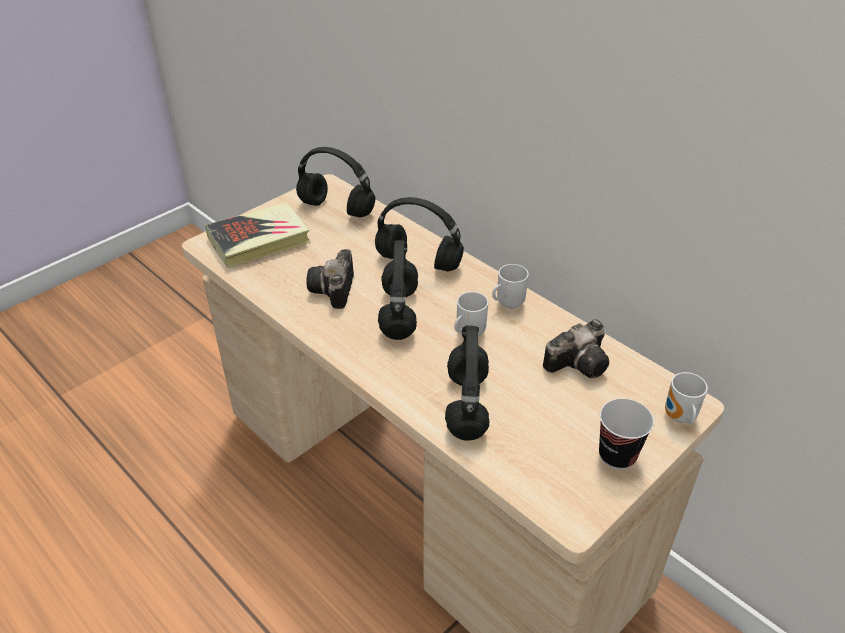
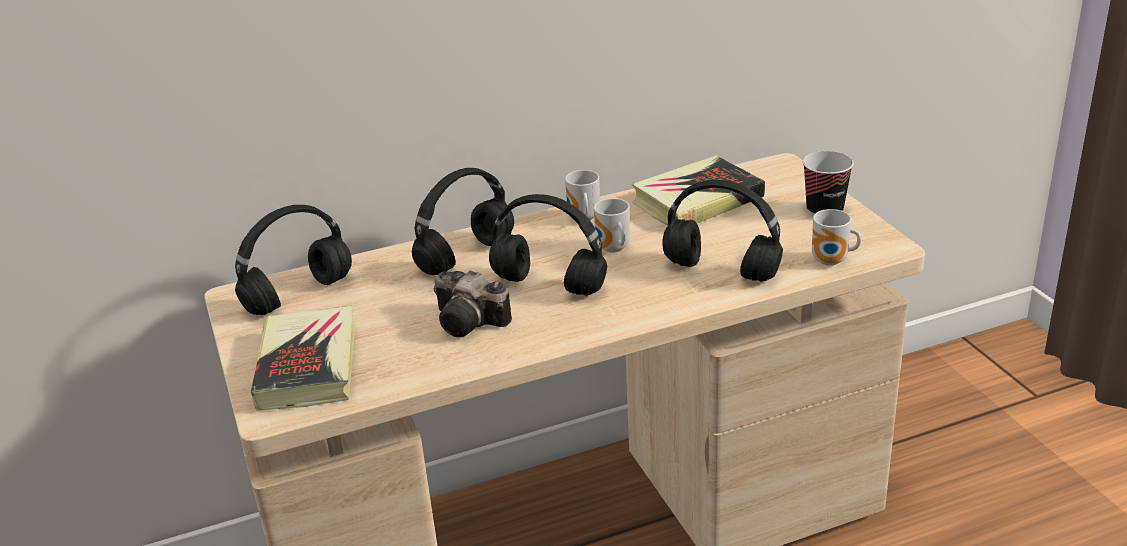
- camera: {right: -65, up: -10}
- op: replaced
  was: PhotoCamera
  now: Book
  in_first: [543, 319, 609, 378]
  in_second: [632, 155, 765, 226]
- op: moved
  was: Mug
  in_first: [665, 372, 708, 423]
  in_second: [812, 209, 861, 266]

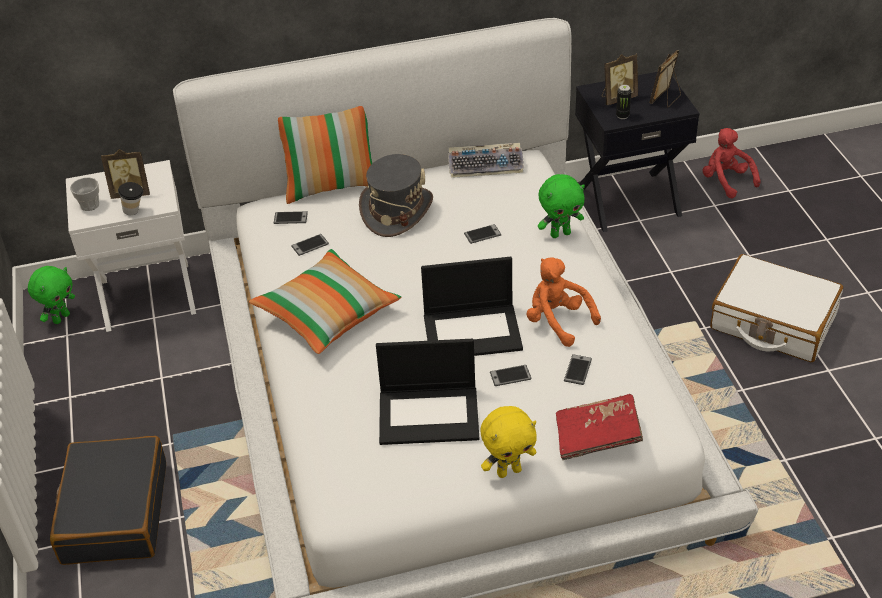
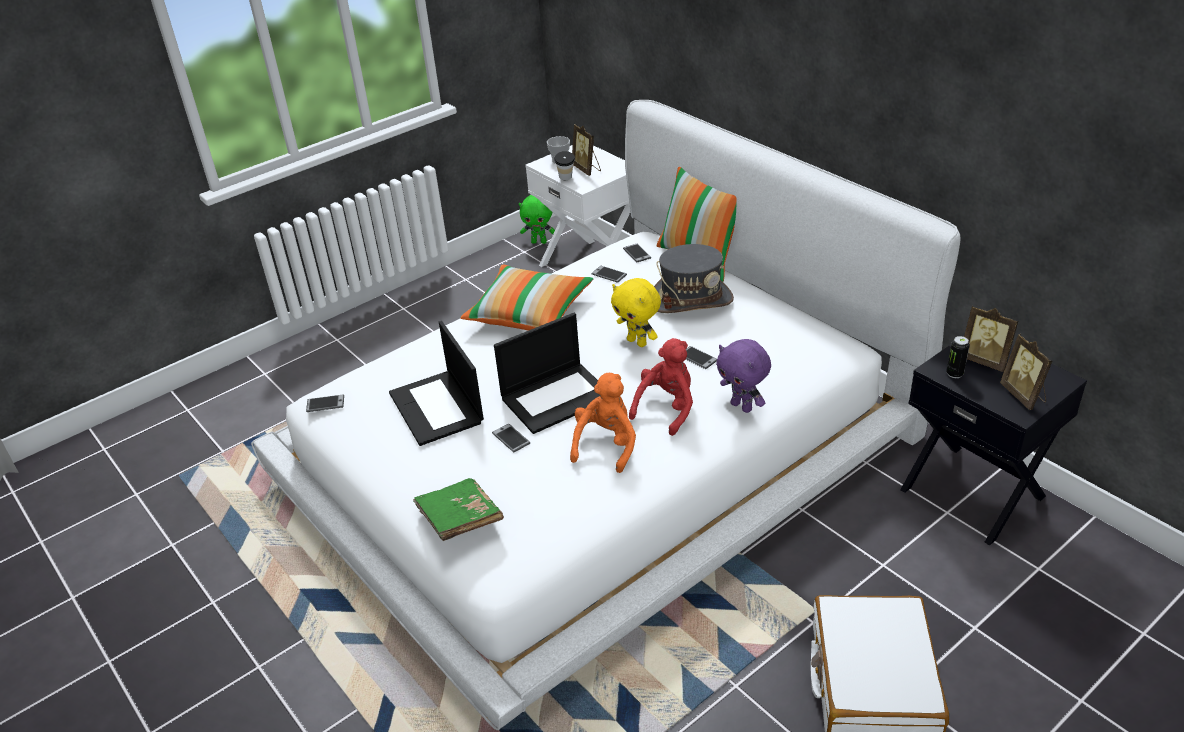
- camera: {right: 65, up: -5}
- op: turned
  was: PictureFrame
  in_first: [649, 50, 681, 108]
  in_second: [1000, 334, 1052, 410]
  clockwise: -120
- op: moved
  was: RedPlushToy
  in_first: [703, 128, 761, 199]
  in_second: [629, 338, 693, 436]
- op: removed
  was: Keyboard
  in_first: [448, 143, 524, 178]
- op: recoloured
  was: GreenPlushToy
  now: PurplePlushToy
  in_first: [538, 174, 585, 238]
  in_second: [716, 339, 771, 413]
- op: turned
  was: Laptop
  in_first: [421, 257, 523, 356]
  in_second: [494, 313, 600, 434]
  clockwise: -90
- op: moved
  was: Phone
  in_first: [564, 354, 592, 385]
  in_second: [306, 394, 344, 412]
- op: recoloured
  was: RedBook
  now: GreenBook
  in_first: [556, 394, 643, 460]
  in_second: [413, 478, 504, 541]
- op: moved
  was: YellowPlushToy
  in_first: [480, 406, 537, 478]
  in_second: [611, 278, 661, 347]
- op: removed
  was: BlackSuitcase
  in_first: [50, 436, 166, 565]

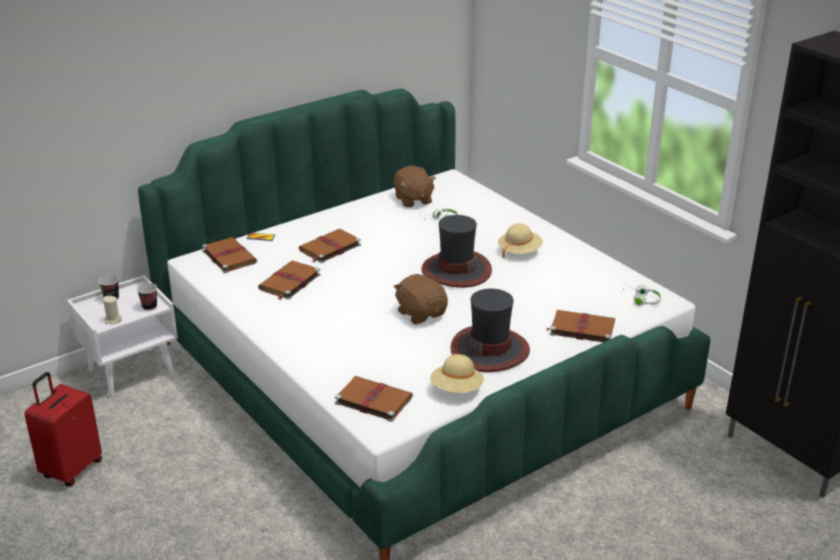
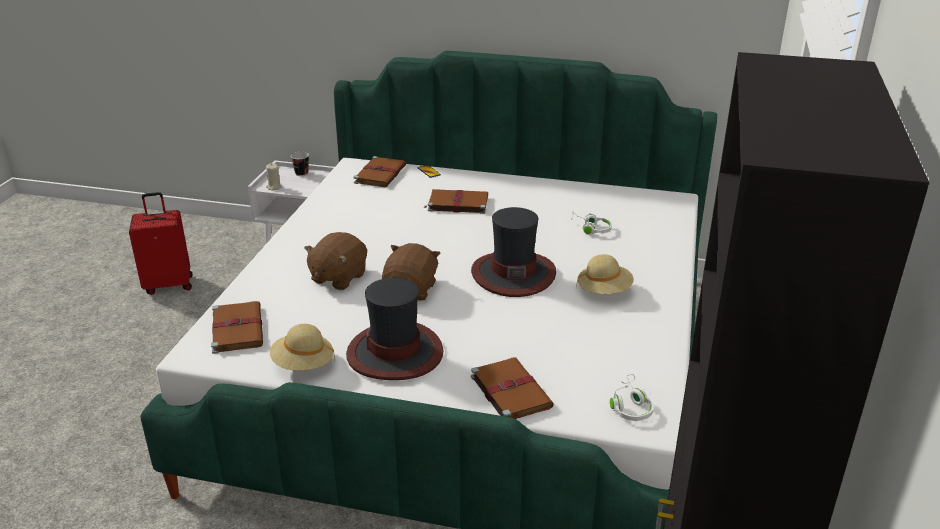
- camera: {right: 50, up: 0}
- op: moved
  was: BrownPlushToy
  in_first: [394, 166, 436, 208]
  in_second: [304, 232, 367, 290]
- op: removed
  was: BrownBook
  in_first: [258, 261, 321, 300]
- op: removed
  was: Cup
  in_first: [137, 283, 157, 311]

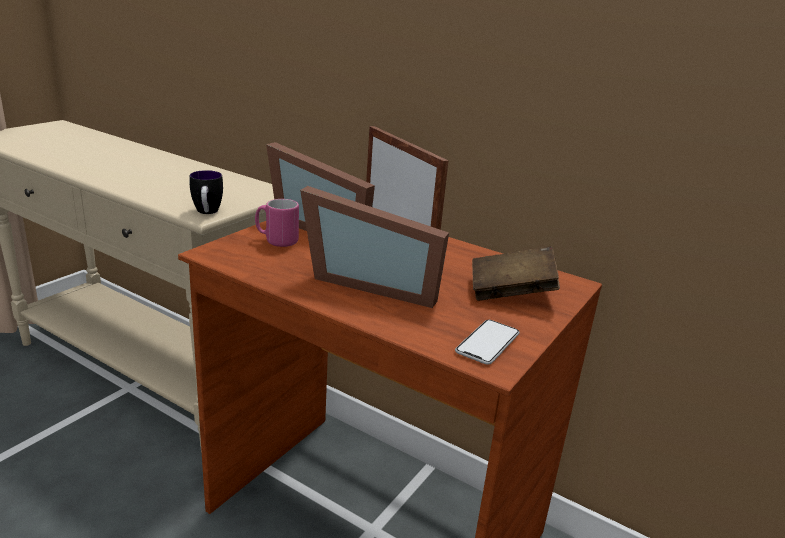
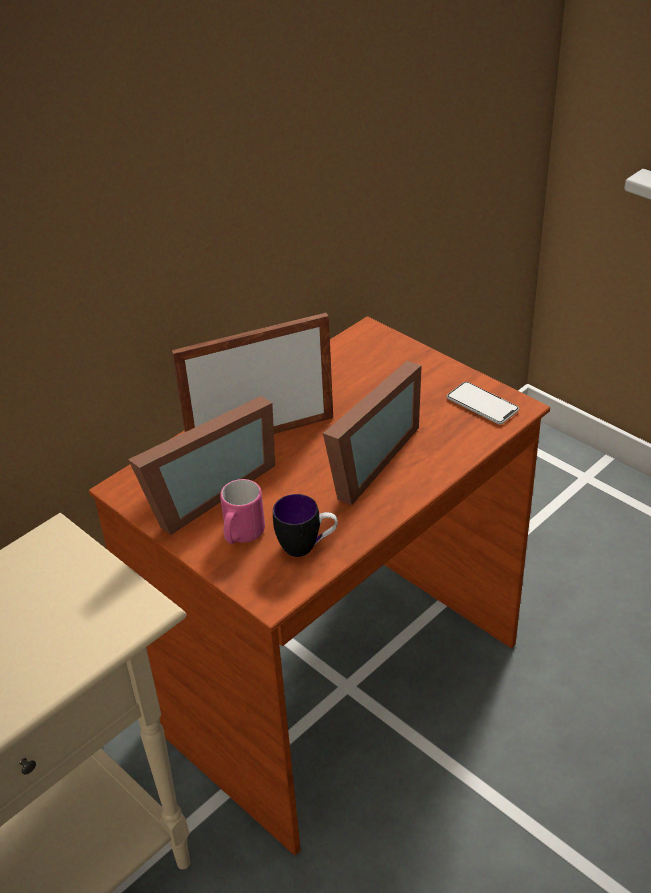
- camera: {right: -75, up: 15}
- op: moved
  was: Mug
  in_first: [189, 170, 223, 214]
  in_second: [273, 494, 338, 557]
- op: removed
  was: BrownBook
  in_first: [472, 246, 560, 301]

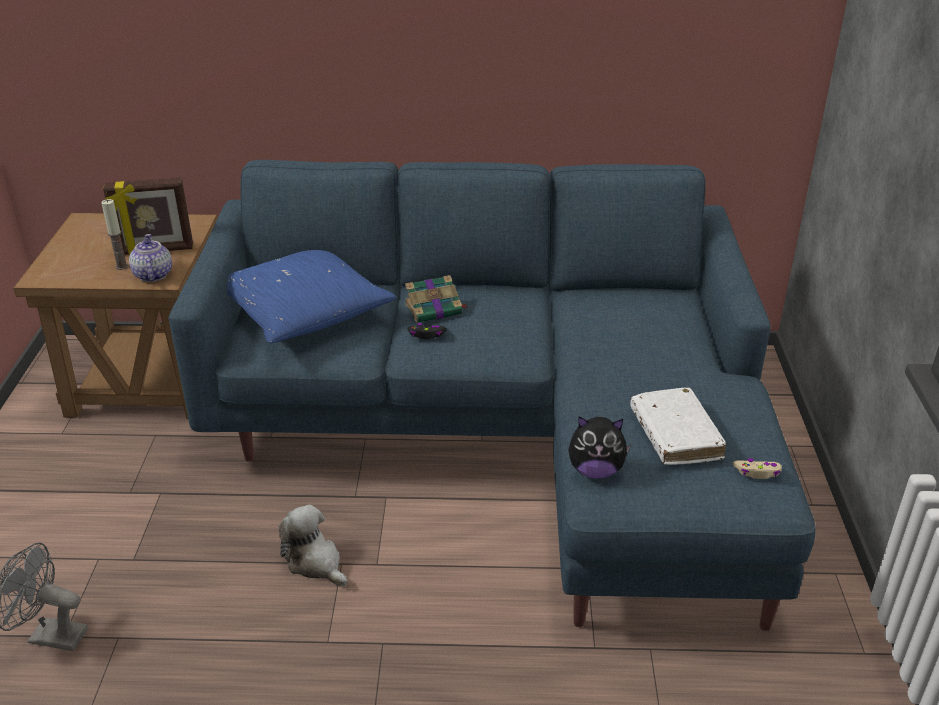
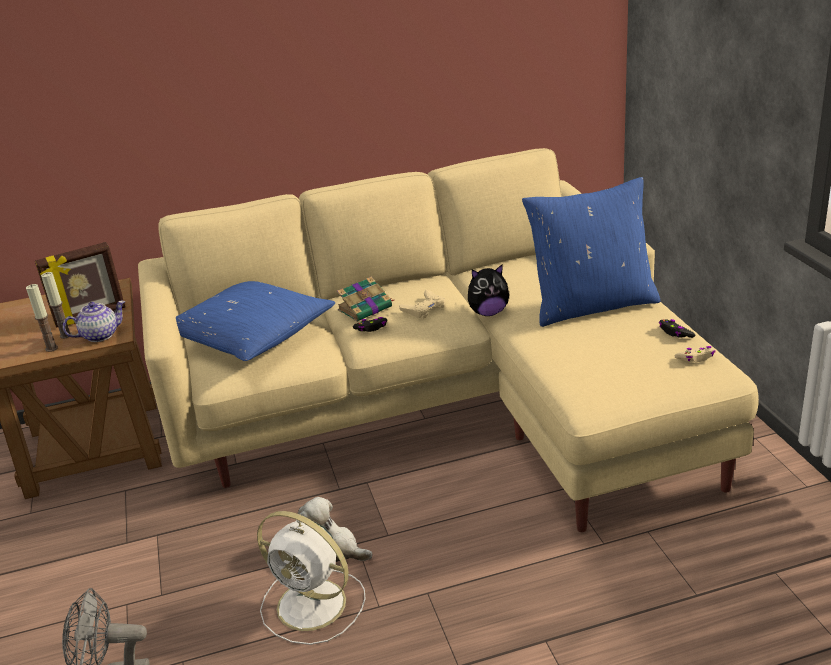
- camera: {right: -15, up: -5}
- op: recoloured
  was: BlueSofa
  now: BeigeSofa
  in_first: [169, 160, 815, 631]
  in_second: [138, 148, 759, 532]
- op: turned
  was: Teapot
  in_first: [129, 234, 172, 282]
  in_second: [63, 301, 125, 342]
  clockwise: 90
- op: removed
  was: WhiteBook
  in_first: [630, 387, 726, 465]
- op: moved
  was: PlushToy
  in_first: [568, 416, 631, 479]
  in_second: [468, 264, 509, 316]
- op: added
  now: BluePillow
  in_second: [522, 177, 660, 327]
- op: added
  now: Candle
  in_second: [26, 284, 58, 352]
- op: added
  now: BeigeGameController
  in_second: [399, 290, 445, 319]
- op: added
  now: BlackGameController
  in_second: [659, 319, 695, 338]
- op: added
  now: WhiteFan
  in_second: [257, 511, 366, 645]

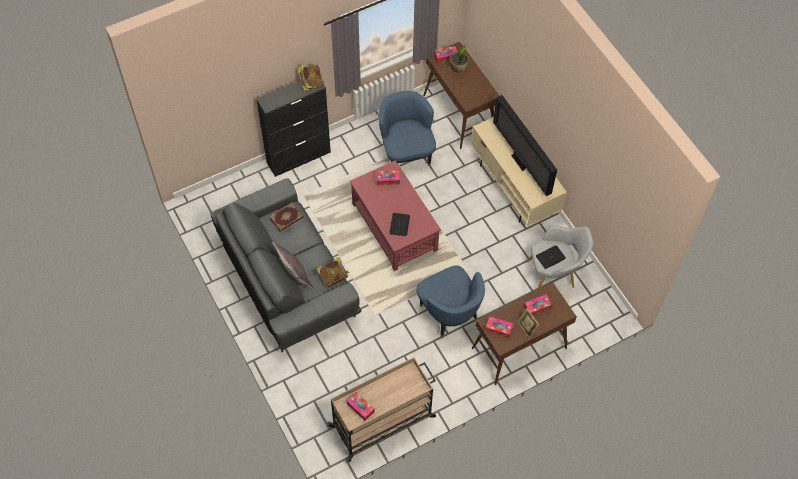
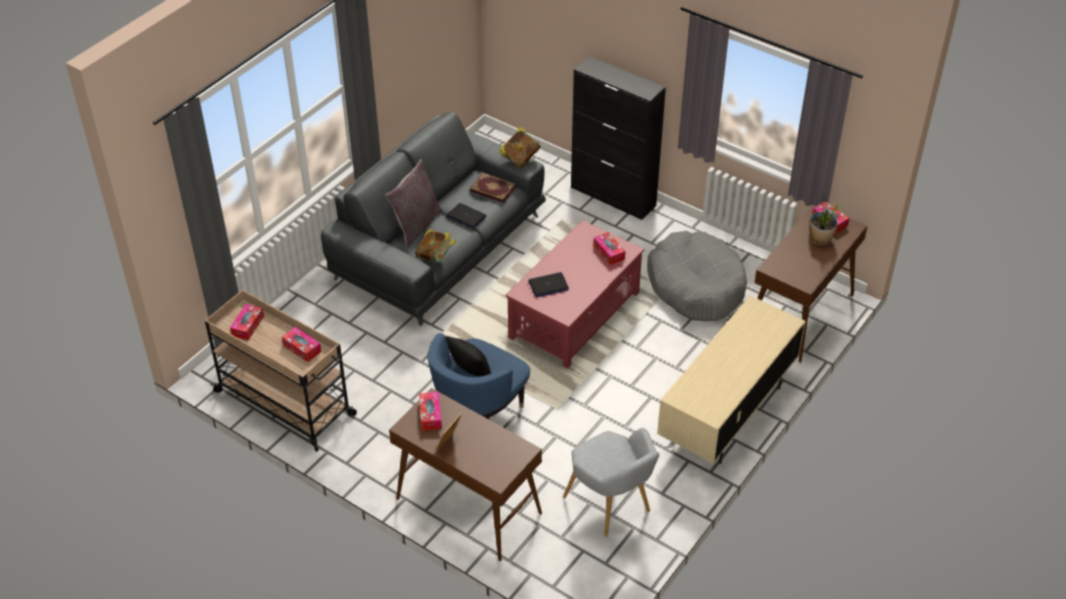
- camera: {right: 65, up: -15}
- op: moved
  was: Book
  in_first: [297, 64, 324, 91]
  in_second: [499, 127, 541, 168]
- op: replaced
  was: BlueArmchair
  now: GreyDogBed
  in_first: [379, 91, 436, 166]
  in_second: [647, 231, 747, 321]
- op: removed
  was: Television
  in_first: [493, 95, 557, 196]
- op: moved
  was: Laptop
  in_first: [536, 245, 566, 269]
  in_second: [447, 203, 486, 229]
- op: moved
  was: TissueBox
  in_first: [524, 294, 552, 316]
  in_second: [282, 327, 321, 362]
- op: added
  now: BlackPillow
  in_second: [445, 336, 491, 377]

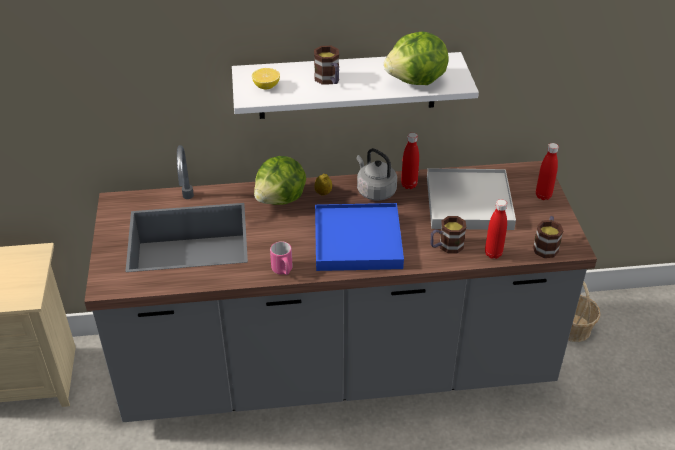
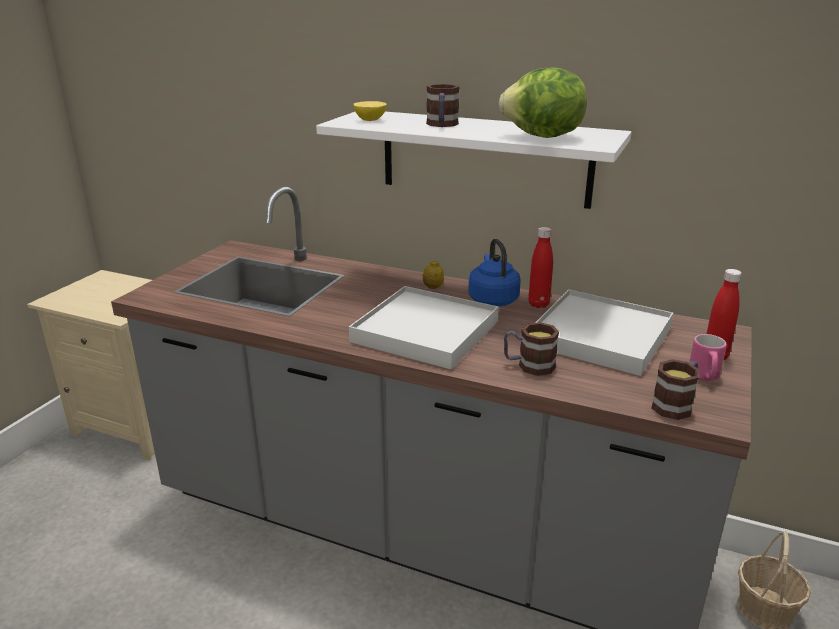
- camera: {right: 30, up: -15}
- op: recoloured
  was: GreyKettle
  now: BlueKettle
  in_first: [356, 148, 397, 201]
  in_second: [468, 239, 521, 307]
- op: removed
  was: Lettuce
  in_first: [254, 156, 306, 205]
- op: removed
  was: RedBottle
  in_first: [485, 199, 507, 259]
- op: recoloured
  was: BlueTray
  now: WhiteTray
  in_first: [315, 203, 404, 271]
  in_second: [349, 286, 499, 369]
- op: moved
  was: PinkMug
  in_first: [270, 241, 293, 275]
  in_second: [690, 334, 727, 381]

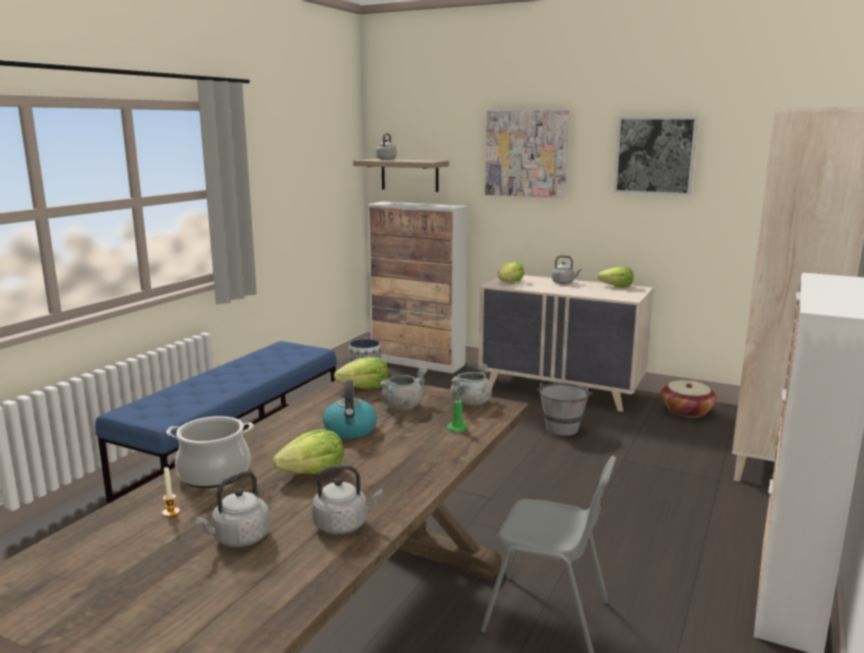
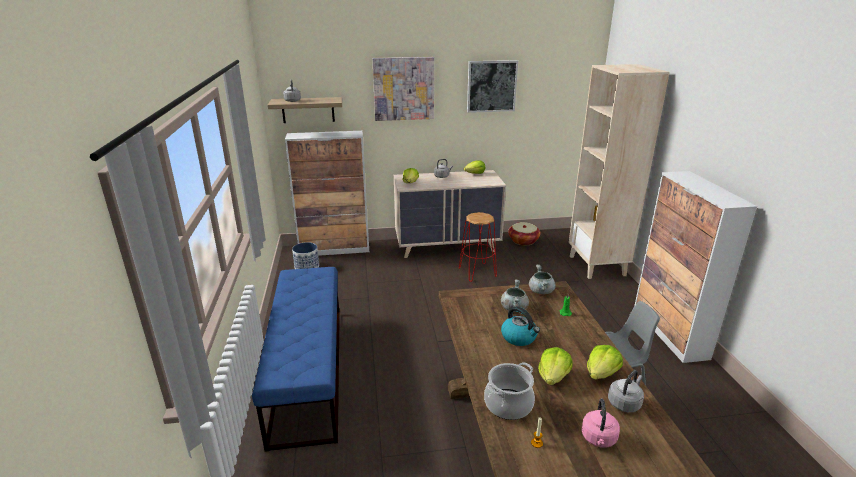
- camera: {right: -35, up: 10}
- op: moved
  was: Lettuce
  in_first: [334, 357, 388, 389]
  in_second: [587, 345, 623, 380]
- op: replaced
  was: GreyBucket
  now: RedStool
  in_first: [537, 383, 593, 436]
  in_second: [459, 212, 497, 282]
- op: recoloured
  was: GreyKettle
  now: PinkKettle
  in_first: [195, 471, 270, 547]
  in_second: [581, 398, 620, 448]

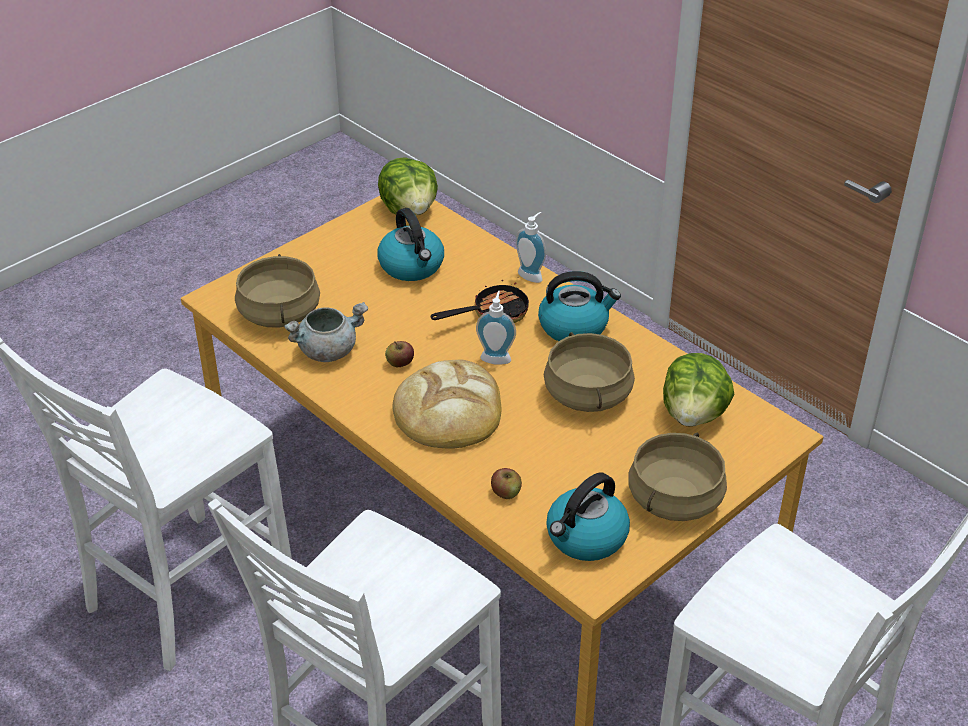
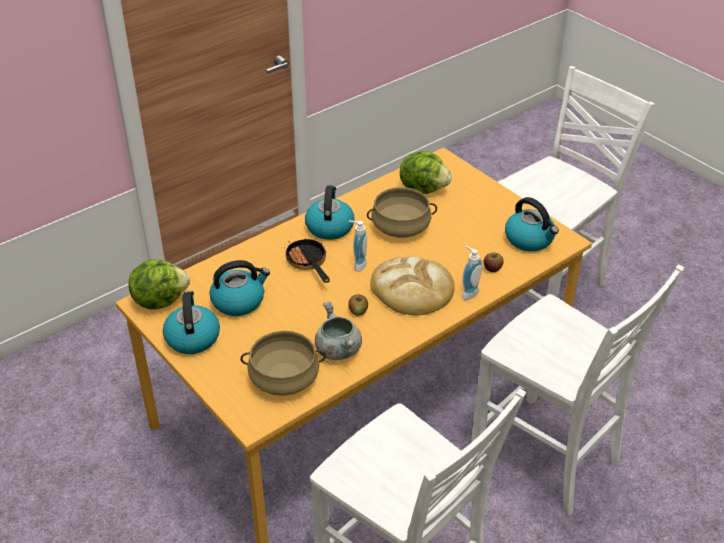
- camera: {right: -85, up: 0}
- op: moved
  was: SoapDispenser
  in_first: [516, 212, 546, 283]
  in_second: [462, 246, 483, 300]
- op: removed
  was: BeigeCookingPot
  in_first: [628, 432, 727, 521]
- op: added
  now: Kettle
  in_second: [163, 291, 220, 354]

